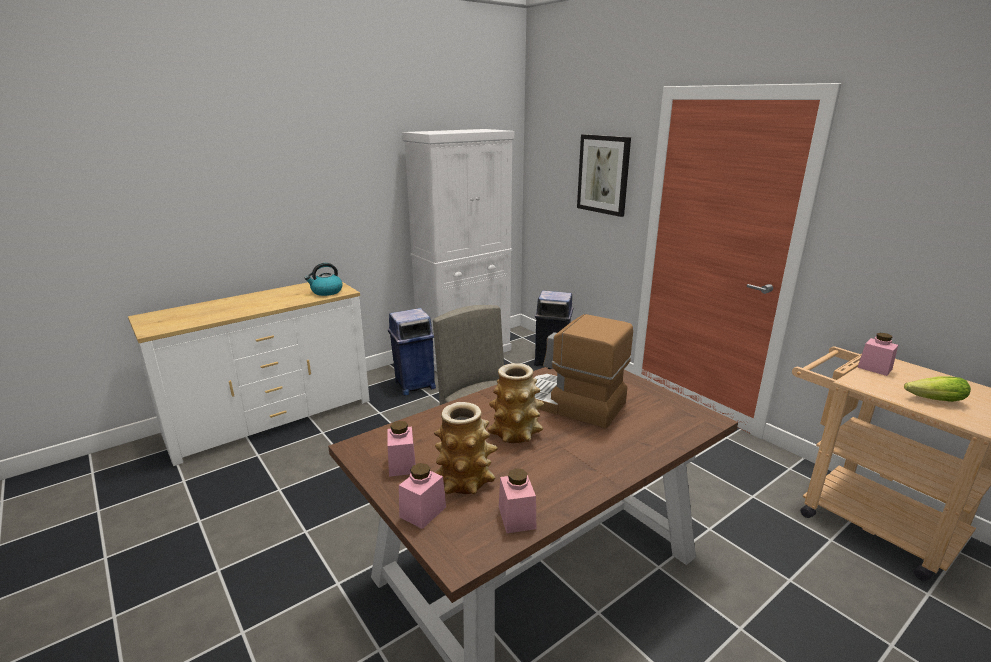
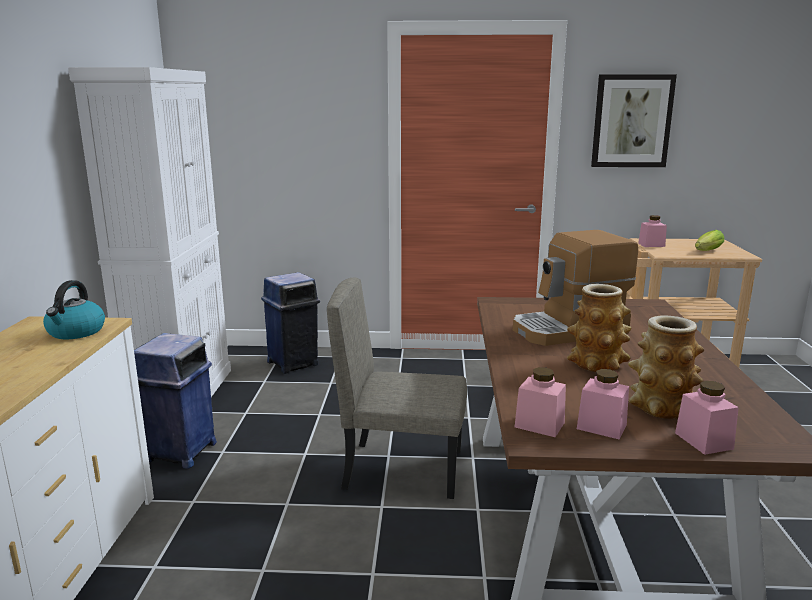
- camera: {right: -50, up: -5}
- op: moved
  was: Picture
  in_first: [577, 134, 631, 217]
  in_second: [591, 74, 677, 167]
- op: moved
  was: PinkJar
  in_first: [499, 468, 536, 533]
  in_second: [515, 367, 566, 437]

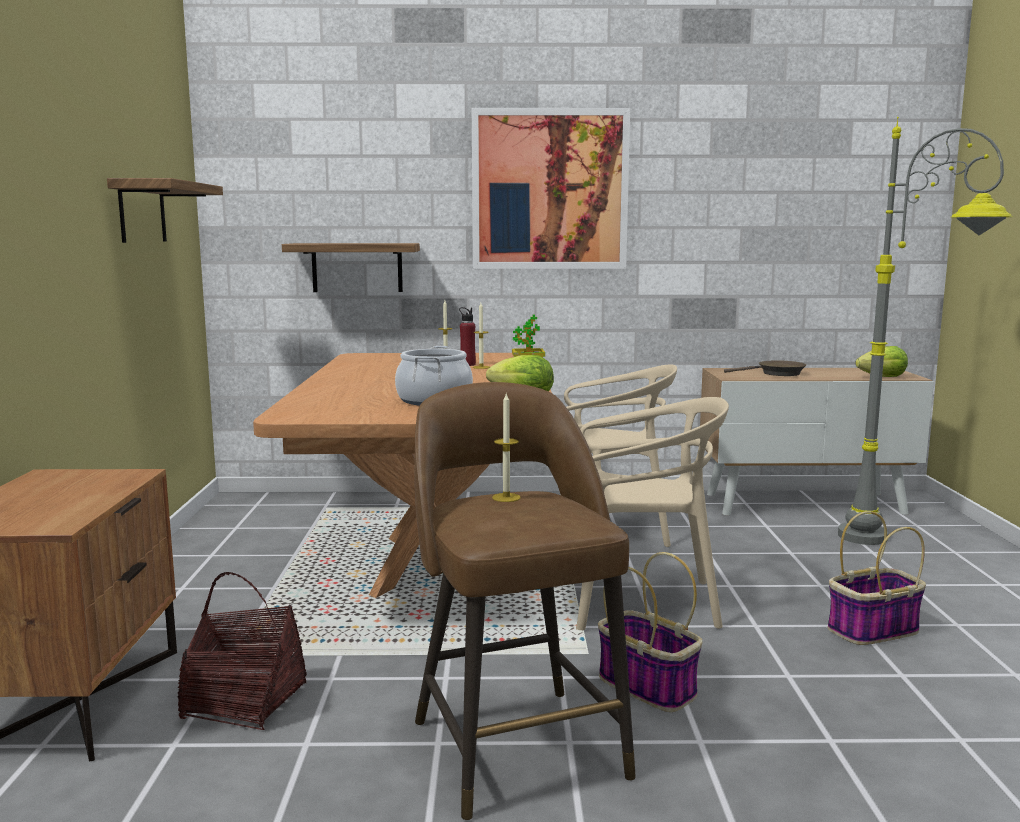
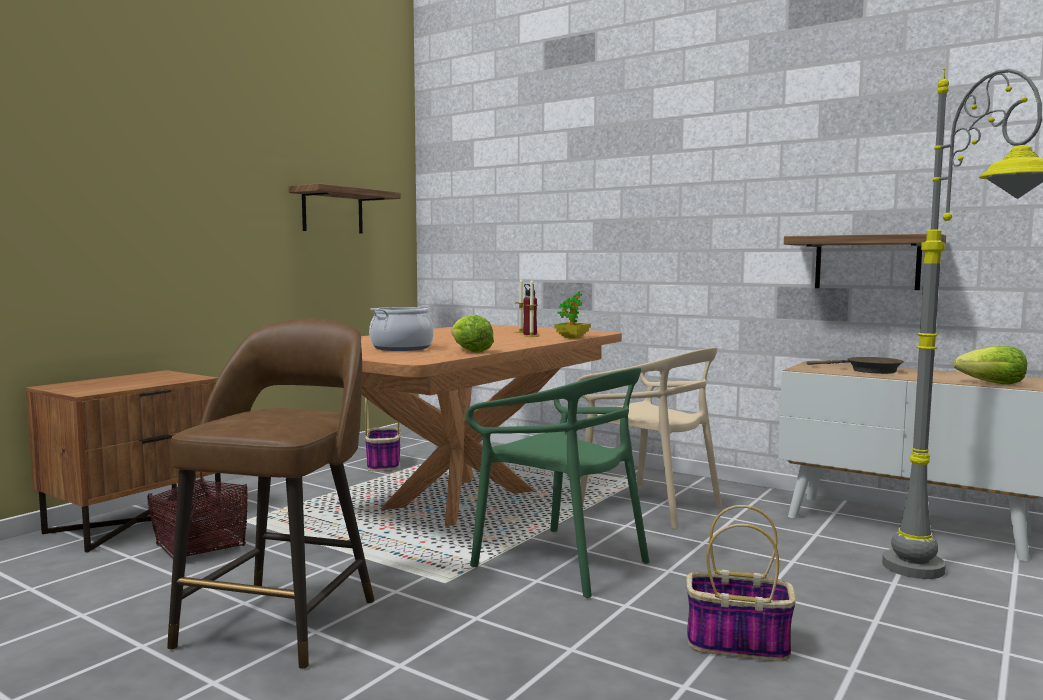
- camera: {right: 35, up: -5}
- op: removed
  was: Picture
  in_first: [472, 108, 630, 269]
- op: moved
  was: Shelf
  in_first: [282, 243, 420, 292]
  in_second: [784, 234, 946, 290]
- op: removed
  was: Candle
  in_first: [492, 393, 521, 502]
- op: recoloured
  was: BeigeChair
  now: GreenChair
  in_first: [576, 397, 729, 630]
  in_second: [466, 368, 649, 598]
- op: moved
  was: Basket
  in_first: [598, 552, 702, 712]
  in_second: [365, 398, 401, 471]

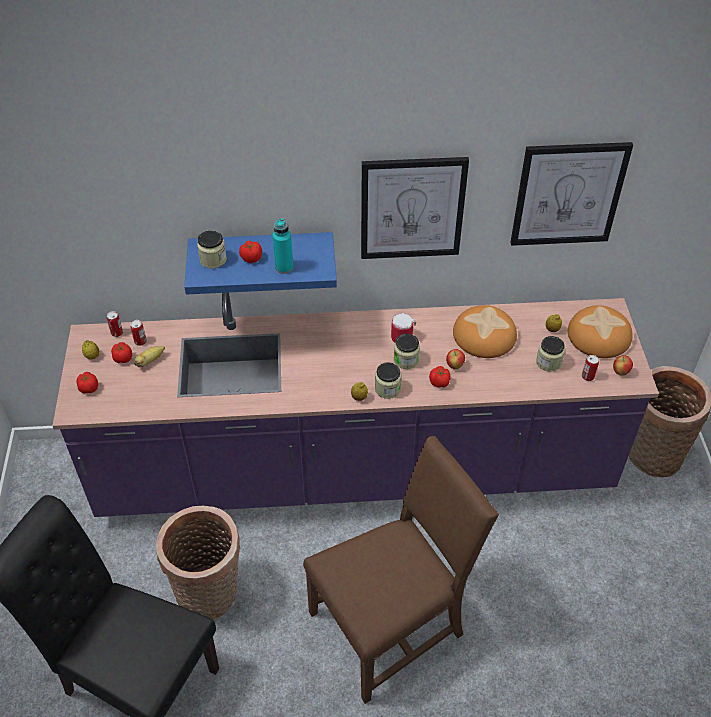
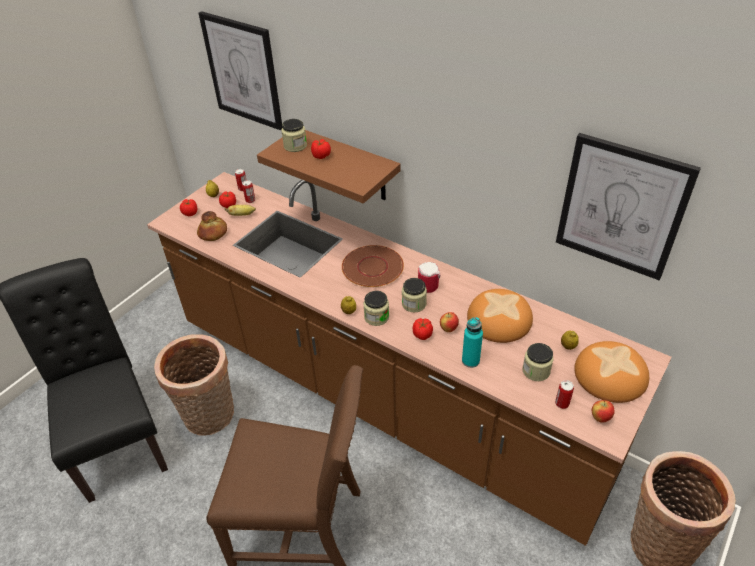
- camera: {right: 40, up: -5}
- op: moved
  was: Picture
  in_first: [361, 157, 469, 259]
  in_second: [199, 11, 282, 130]
- op: moved
  was: TurquoiseBottle
  in_first: [273, 218, 293, 274]
  in_second: [462, 317, 483, 368]
- op: recoloured
  was: BlueShelf
  now: BrownShelf
  in_first: [184, 232, 337, 295]
  in_second: [257, 130, 401, 204]
- op: recoloured
  was: PurpleCounter
  now: BrownCounter
  in_first: [53, 293, 659, 517]
  in_second: [147, 172, 672, 546]
- op: added
  now: Bread
  in_second: [197, 211, 227, 241]
- op: added
  now: BrownPlate
  in_second: [342, 245, 404, 287]

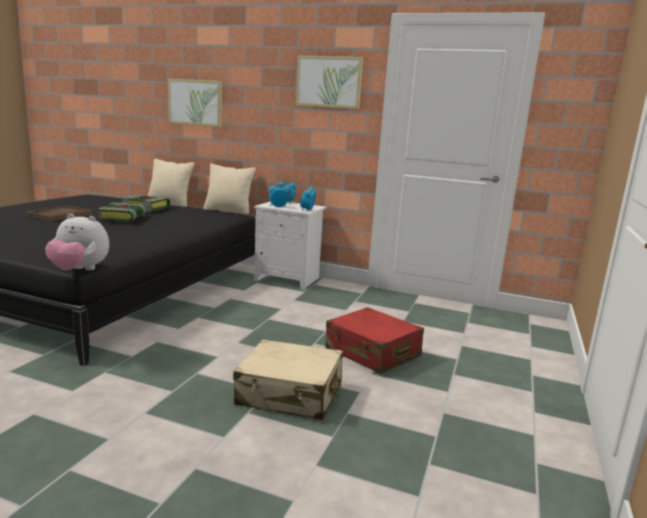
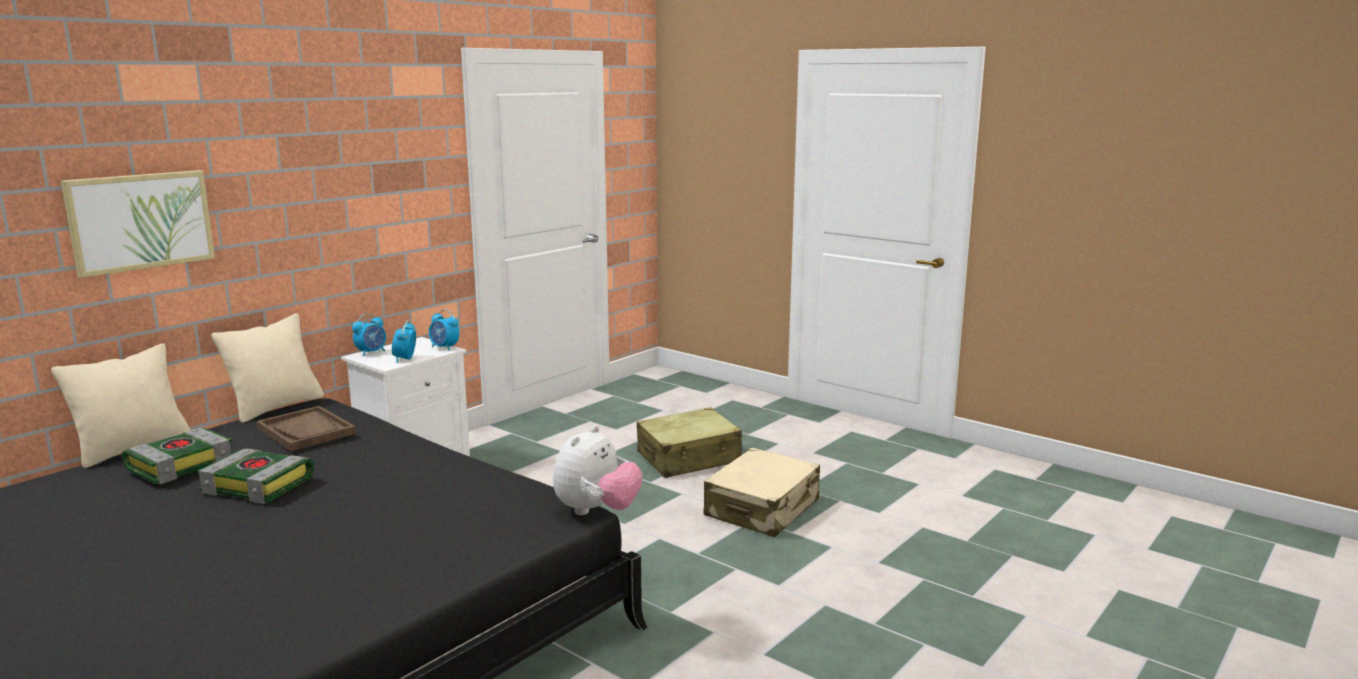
- camera: {right: -70, up: 0}
- op: removed
  was: Picture
  in_first: [296, 55, 363, 109]
- op: moved
  was: BrownTray
  in_first: [26, 206, 92, 222]
  in_second: [257, 406, 356, 451]
- op: recoloured
  was: RedSuitcase
  now: BeigeSuitcase
  in_first: [326, 307, 424, 374]
  in_second: [637, 407, 742, 478]

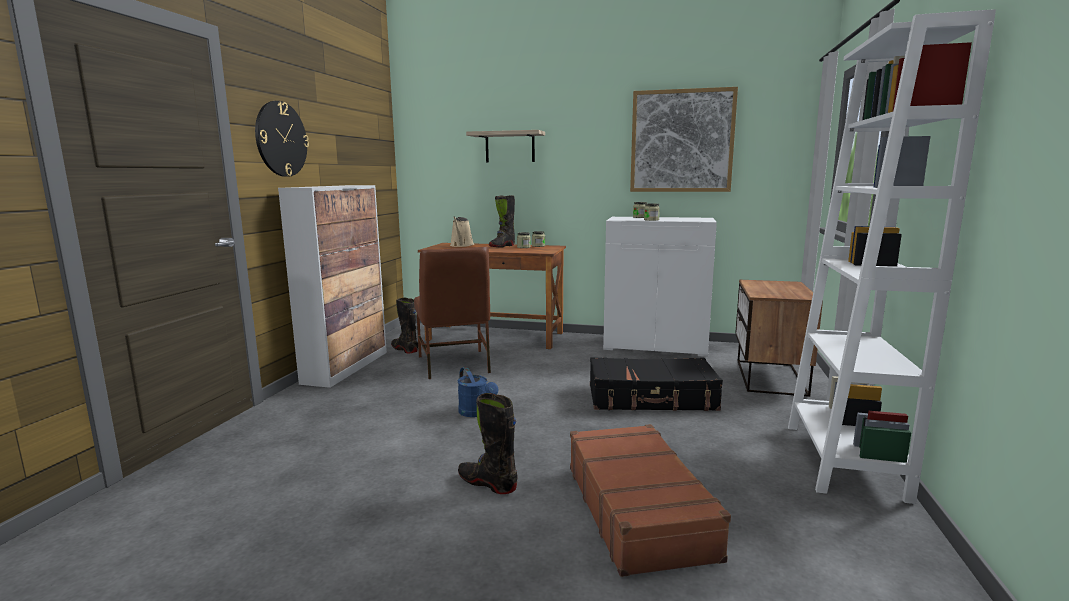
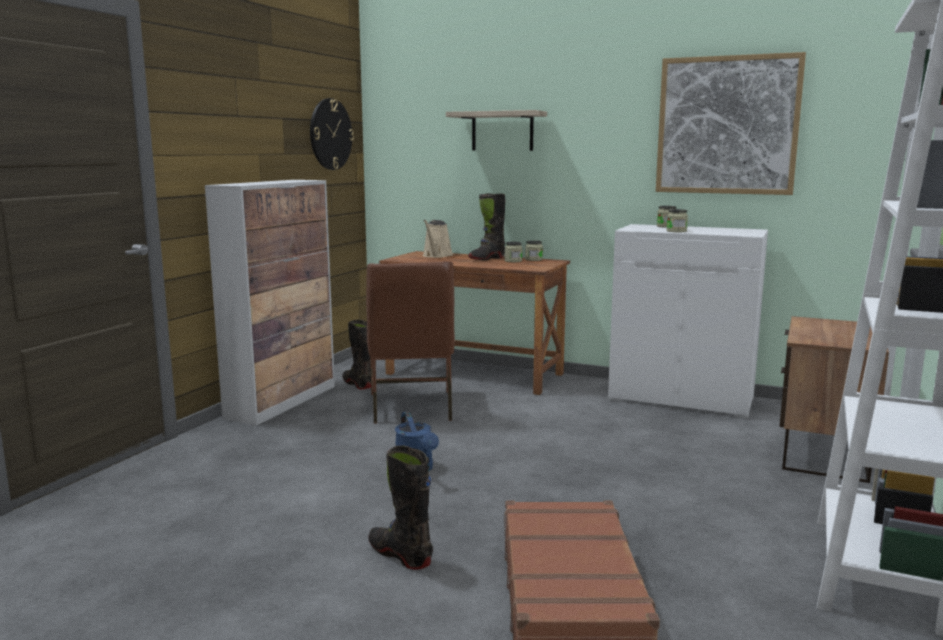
- camera: {right: 10, up: 0}
- op: moved
  was: WallClock
  in_first: [255, 101, 309, 177]
  in_second: [310, 98, 354, 170]
- op: removed
  was: BlackSuitcase
  in_first: [590, 357, 723, 411]

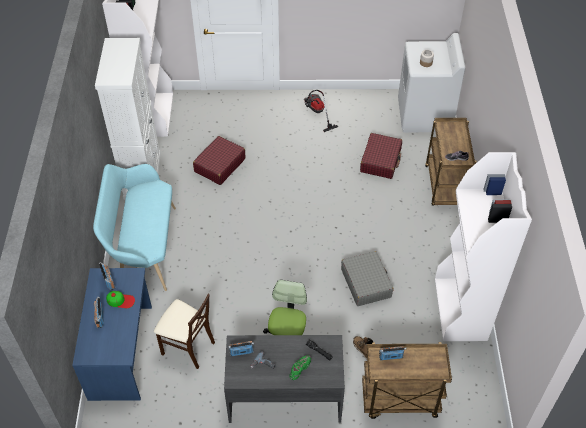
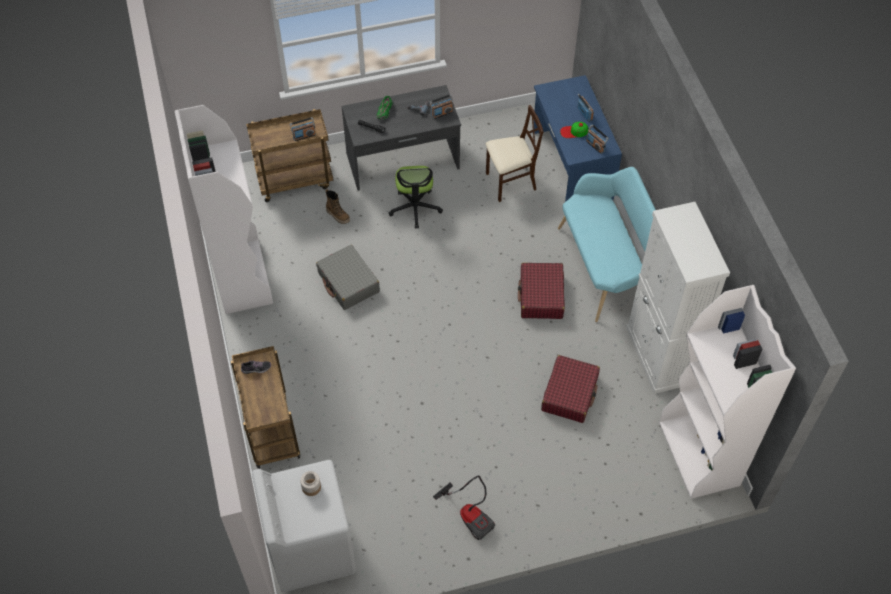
- camera: {right: 165, up: 5}
- op: moved
  was: RedSuitcase
  in_first: [360, 133, 402, 179]
  in_second: [518, 263, 565, 319]
- op: turned
  was: BeigeChair
  in_first: [154, 294, 215, 369]
  in_second: [486, 105, 543, 202]
  clockwise: 150

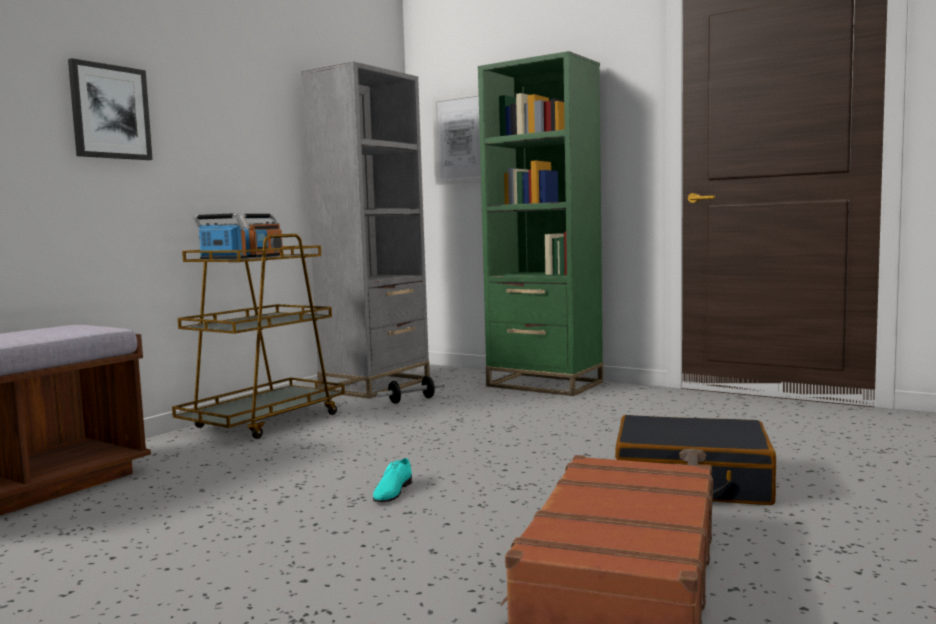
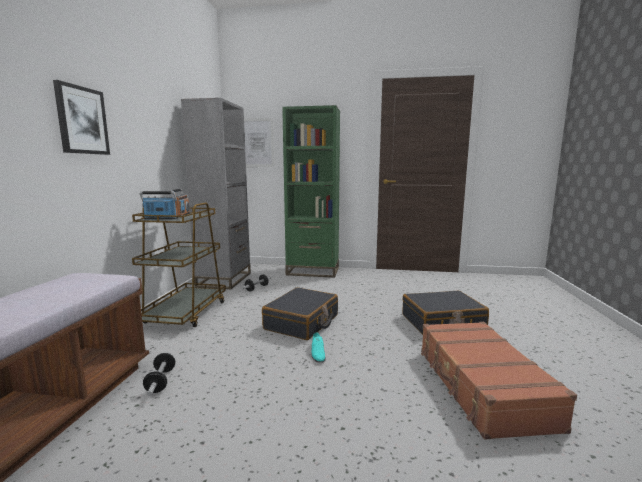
- camera: {right: -25, up: 5}
- op: added
  now: BlackSuitcase
  in_second: [262, 287, 338, 340]
- op: added
  now: Dumbbell
  in_second: [143, 352, 175, 396]

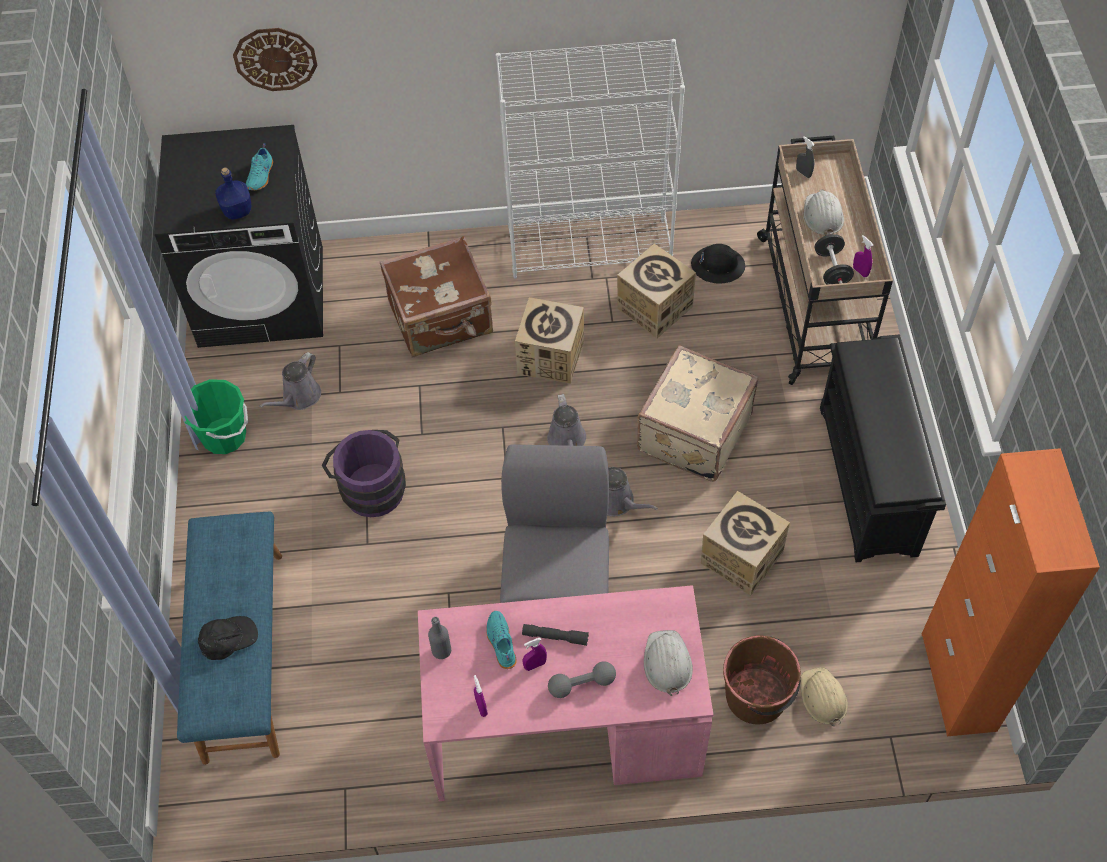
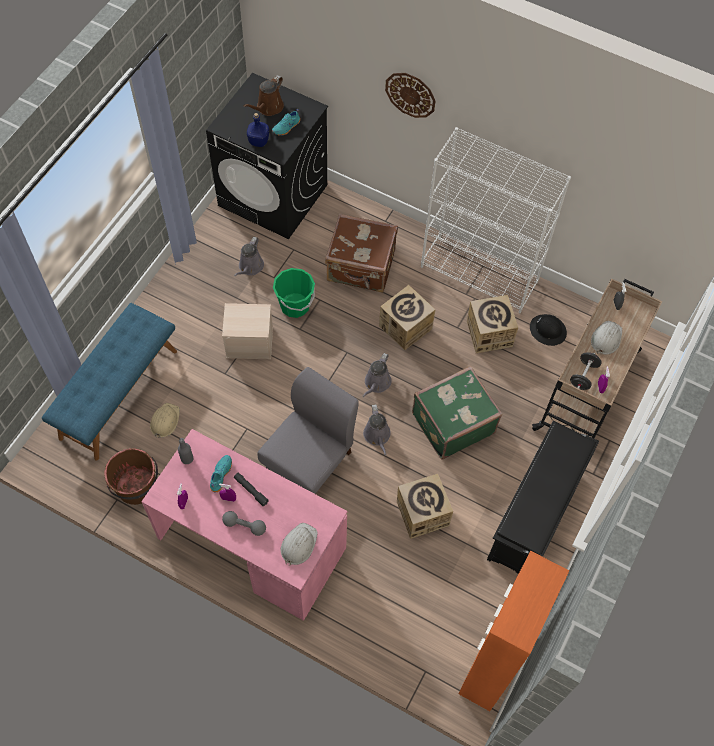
- camera: {right: 30, up: 5}
- op: moved
  was: WallClock
  in_first: [233, 28, 317, 91]
  in_second: [385, 73, 435, 118]
- op: recoloured
  was: BeigeSuitcase
  now: GreenSuitcase
  in_first: [637, 345, 759, 482]
  in_second: [412, 366, 502, 460]
- op: turned
  was: GreyWateringCan
  in_first: [259, 352, 321, 410]
  in_second: [234, 237, 264, 276]
  clockwise: -45
- op: moved
  was: GreenBucket
  in_first: [184, 379, 248, 454]
  in_second: [273, 268, 315, 318]
- op: replaced
  was: PurpleBucket
  now: BeigeStorageBox
  in_first: [322, 430, 406, 517]
  in_second: [222, 303, 273, 359]
- op: removed
  was: BlackCap
  in_first: [198, 616, 258, 660]
- op: moved
  was: BrownBucket
  in_first: [723, 635, 801, 724]
  in_second: [104, 448, 158, 505]
- op: moved
  was: BeigeHardHat
  in_first: [801, 667, 848, 727]
  in_second: [150, 403, 180, 438]
- op: added
  now: BrownWateringCan
  in_second: [244, 75, 284, 116]

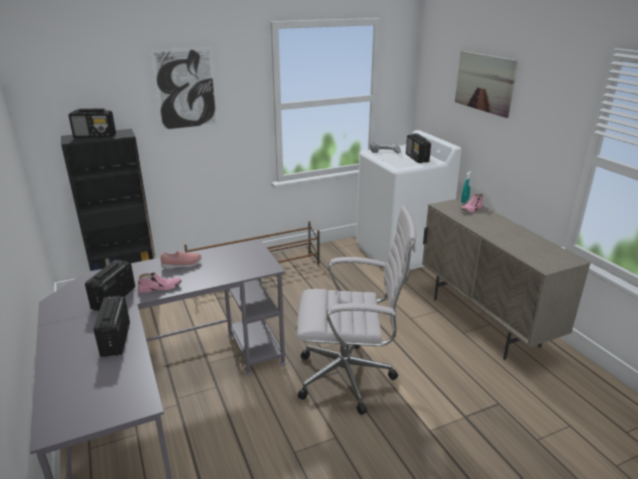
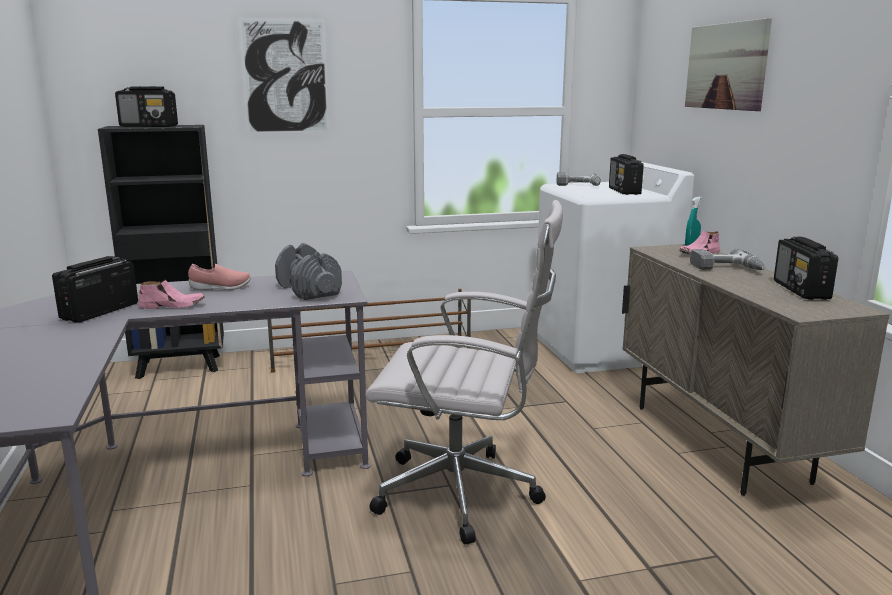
- camera: {right: 10, up: -10}
- op: moved
  was: Radio
  in_first: [94, 295, 130, 357]
  in_second: [774, 237, 838, 300]
- op: added
  now: GreyDumbbell
  in_second: [275, 243, 342, 300]
- op: added
  now: PowerDrill
  in_second: [690, 249, 765, 270]

